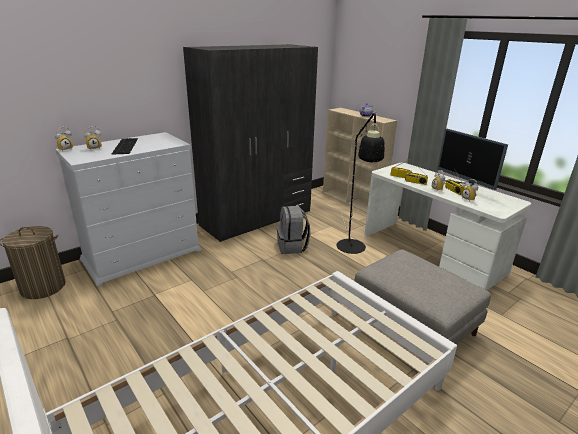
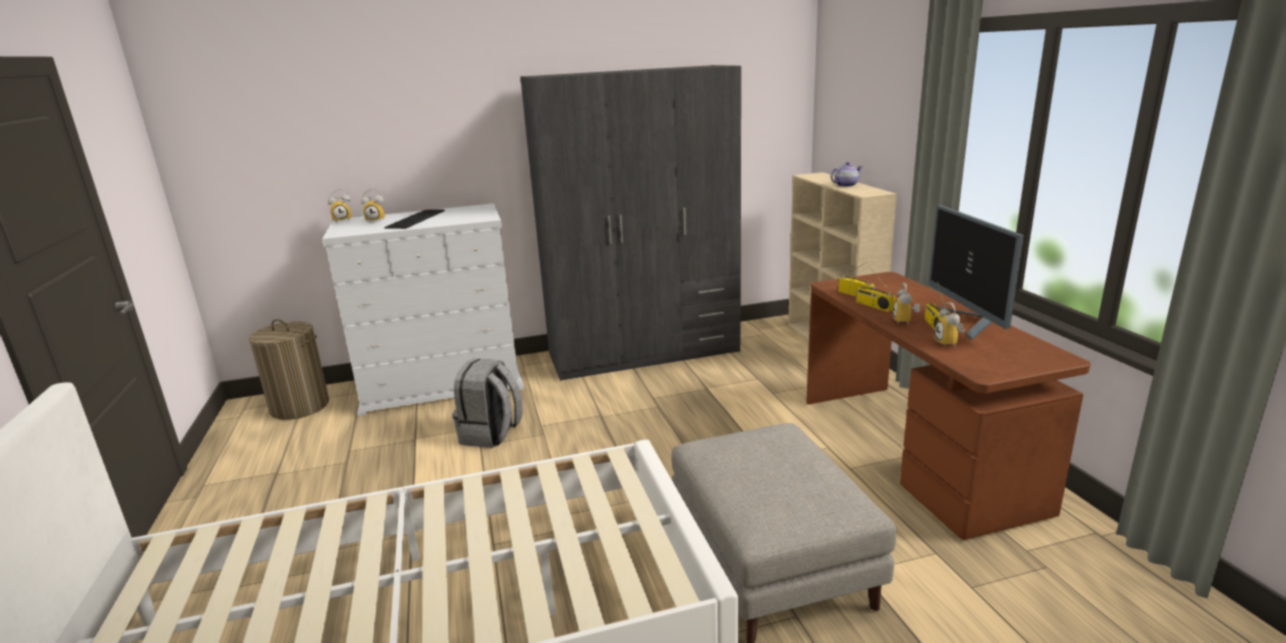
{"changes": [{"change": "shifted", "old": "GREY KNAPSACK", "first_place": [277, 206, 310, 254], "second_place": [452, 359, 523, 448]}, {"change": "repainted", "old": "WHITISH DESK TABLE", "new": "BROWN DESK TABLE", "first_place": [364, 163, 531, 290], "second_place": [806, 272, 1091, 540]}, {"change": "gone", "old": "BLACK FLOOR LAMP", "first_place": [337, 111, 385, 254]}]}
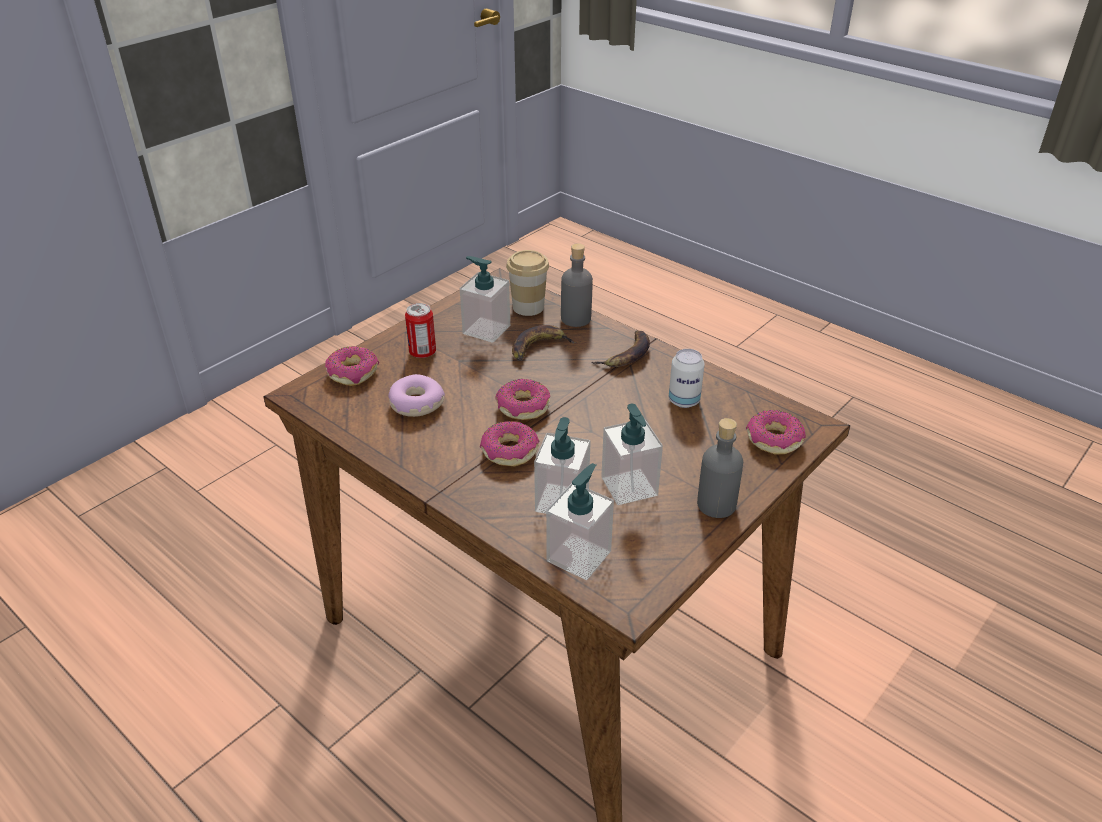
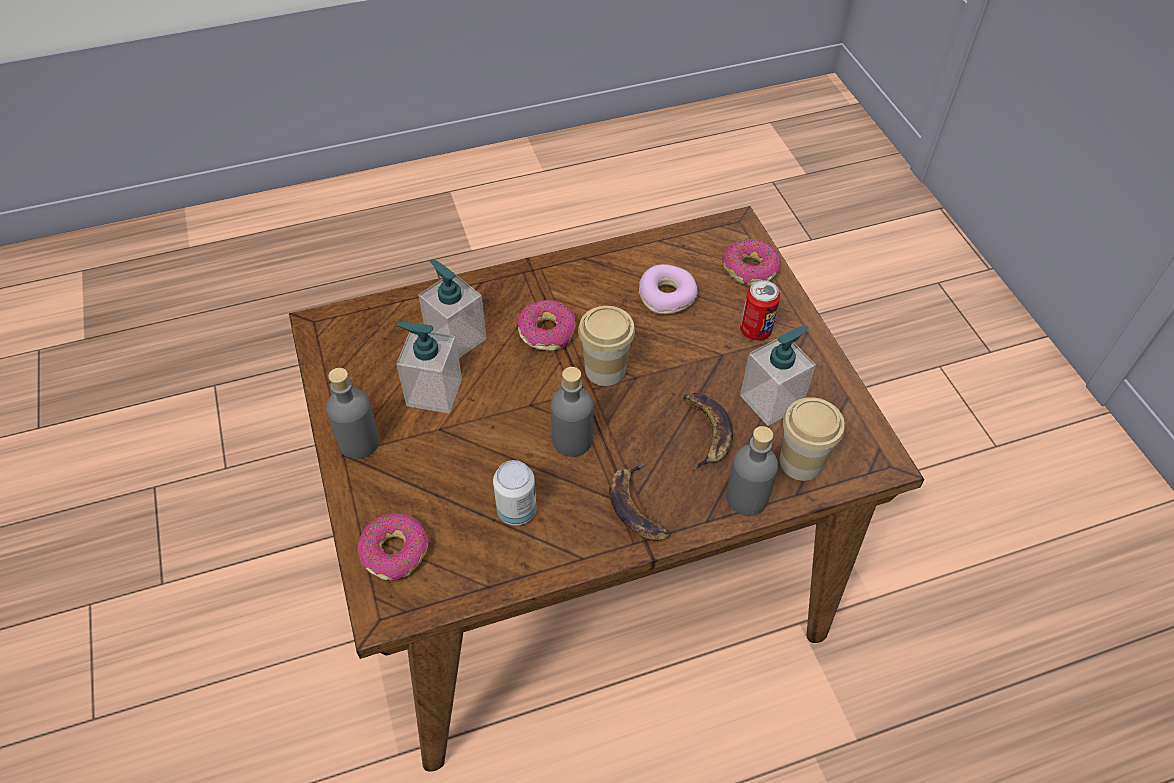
{"changes": [{"change": "new", "new": "GREY BOTTLE", "second_place": [551, 367, 594, 457]}, {"change": "swapped", "old": "DONUT", "new": "CUP", "first_place": [495, 379, 550, 420], "second_place": [578, 306, 635, 386]}, {"change": "gone", "old": "LIQUID SOAP BOTTLE", "first_place": [546, 463, 614, 580]}]}
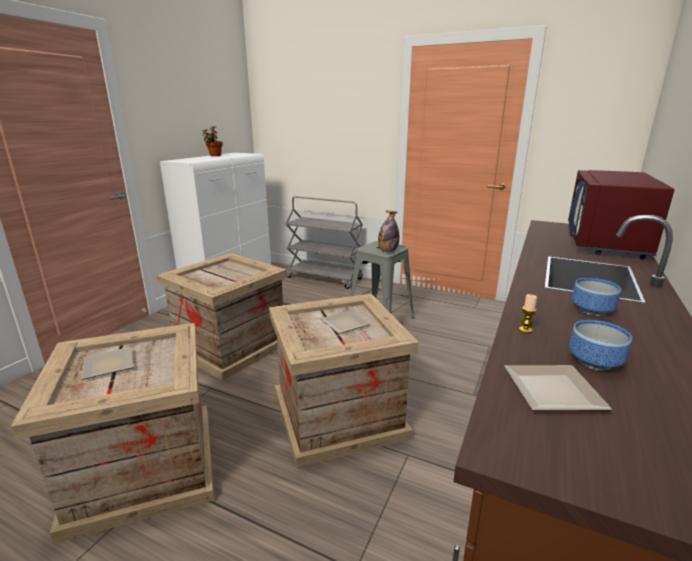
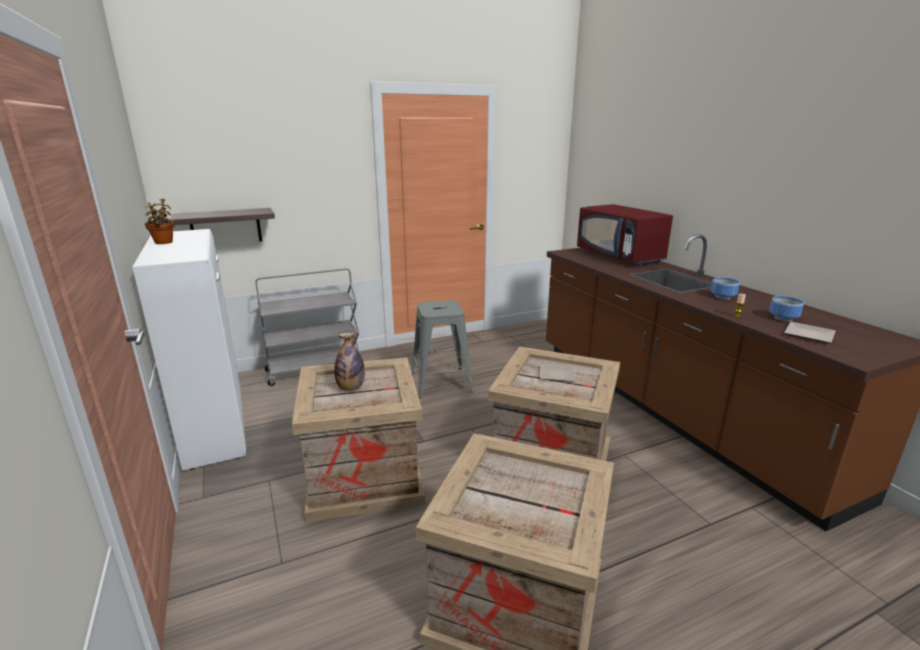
{"changes": [{"change": "new", "new": "SHELF", "second_place": [170, 208, 275, 242]}, {"change": "shifted", "old": "BOTTLE", "first_place": [378, 210, 399, 252], "second_place": [334, 333, 365, 391]}, {"change": "gone", "old": "DINNER PLATE", "first_place": [82, 347, 133, 379]}]}
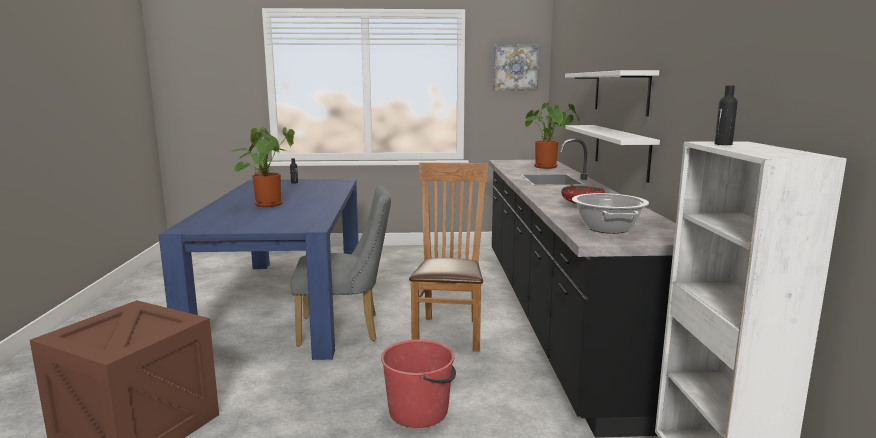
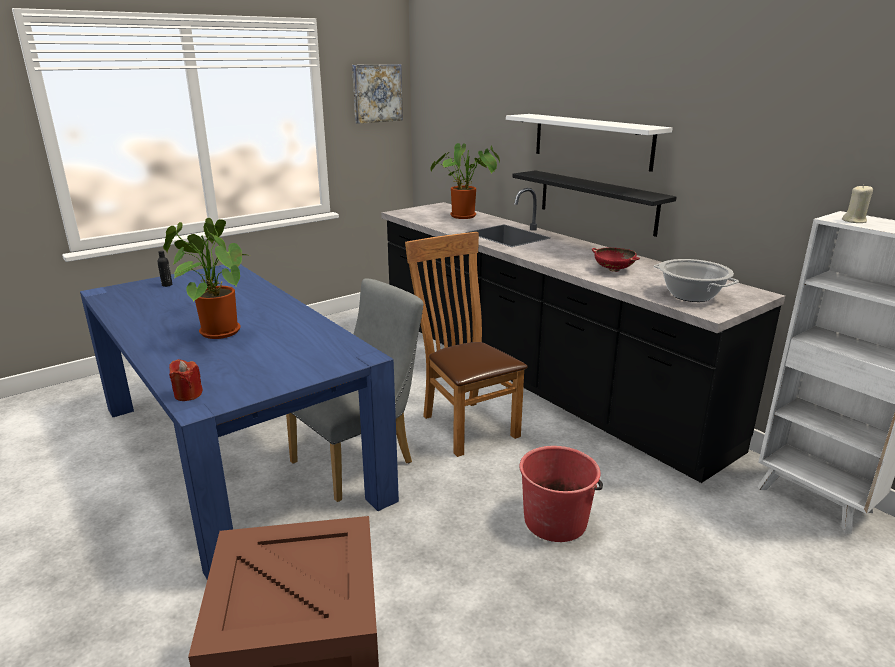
{"changes": [{"change": "new", "new": "RED-COLOURED WAX CANDLE", "second_place": [169, 359, 203, 401]}, {"change": "repainted", "old": "WHITISH SHELF", "new": "BLACK SHELF", "first_place": [565, 125, 660, 183], "second_place": [512, 170, 676, 237]}, {"change": "swapped", "old": "BLACK BOTTLE", "new": "BEIGE WAX CANDLE", "first_place": [714, 85, 738, 145], "second_place": [842, 185, 873, 223]}]}
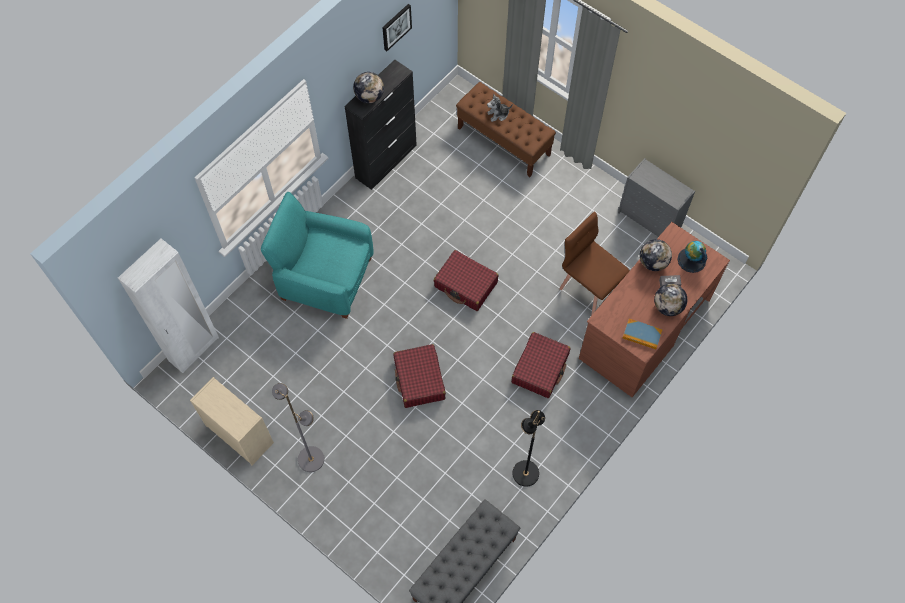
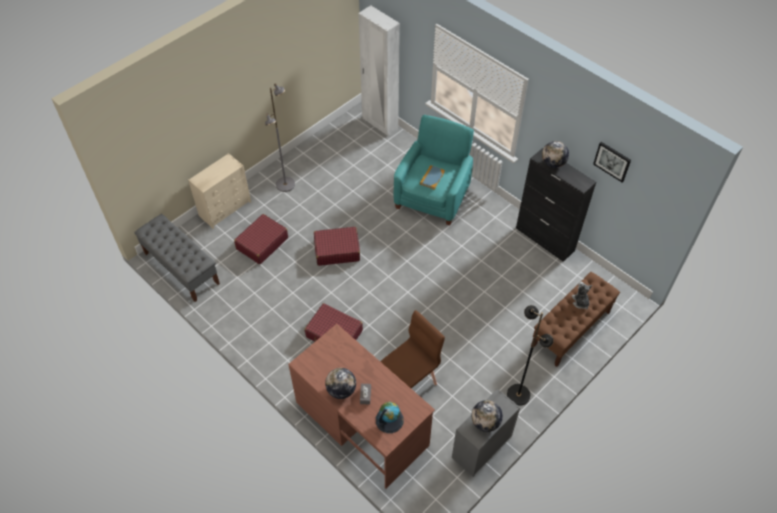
{"changes": [{"change": "shifted", "old": "BEIGE CHEST OF DRAWERS", "first_place": [190, 377, 274, 465], "second_place": [188, 153, 251, 229]}, {"change": "shifted", "old": "RED-COLOURED SUITCASE", "first_place": [434, 250, 498, 311], "second_place": [234, 214, 288, 264]}, {"change": "shifted", "old": "VOLUME", "first_place": [623, 319, 663, 349], "second_place": [420, 165, 445, 190]}, {"change": "shifted", "old": "GLOBE", "first_place": [640, 239, 672, 271], "second_place": [471, 400, 503, 432]}, {"change": "shifted", "old": "BLACK FLOOR LAMP", "first_place": [512, 410, 545, 487], "second_place": [507, 305, 554, 406]}]}
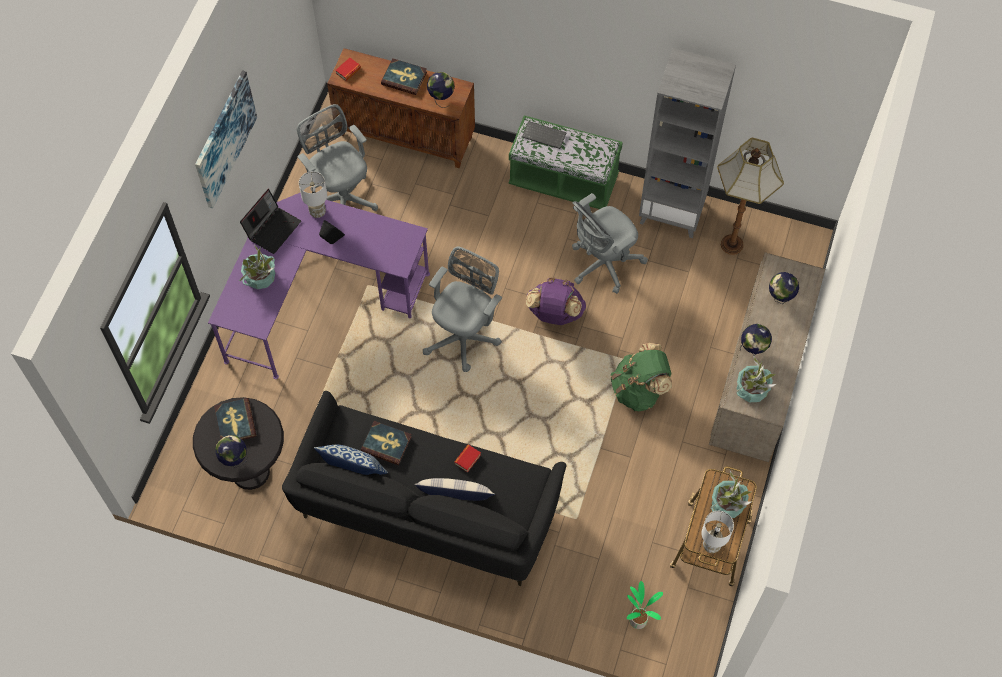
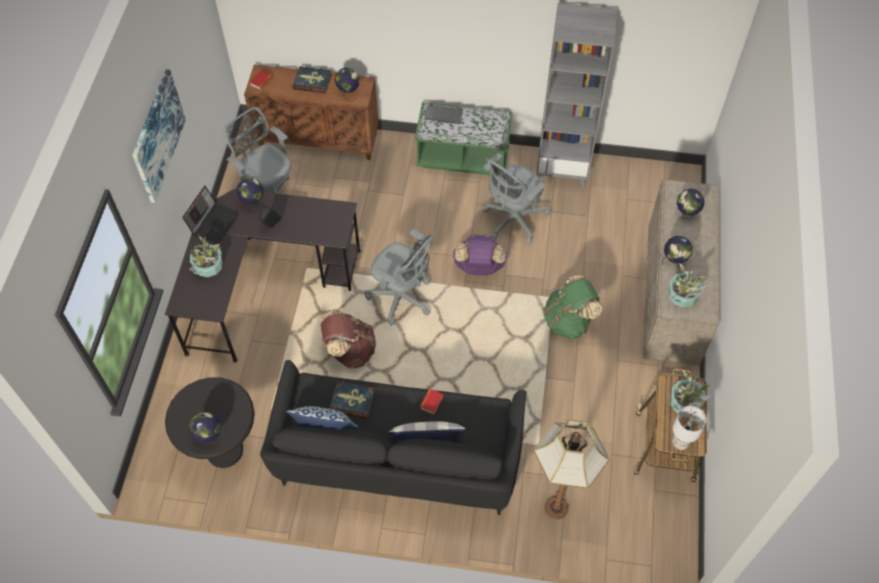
{"changes": [{"change": "repainted", "old": "PURPLISH DESK TABLE", "new": "BLACK DESK TABLE", "first_place": [208, 193, 430, 379], "second_place": [165, 189, 361, 363]}, {"change": "swapped", "old": "WHITISH TABLETOP LAMP", "new": "GLOBE", "first_place": [299, 171, 327, 218], "second_place": [237, 178, 265, 209]}, {"change": "new", "new": "BROWN KNAPSACK", "second_place": [321, 309, 376, 368]}, {"change": "rotated", "old": "GREY COMPUTER CHAIR", "first_place": [423, 246, 502, 372], "second_place": [364, 229, 435, 326], "degrees": 105}, {"change": "shifted", "old": "FLOOR LAMP", "first_place": [717, 137, 784, 255], "second_place": [534, 419, 609, 520]}, {"change": "gone", "old": "VOLUME", "first_place": [214, 398, 256, 440]}, {"change": "gone", "old": "HOUSEPLANT", "first_place": [626, 581, 663, 629]}]}
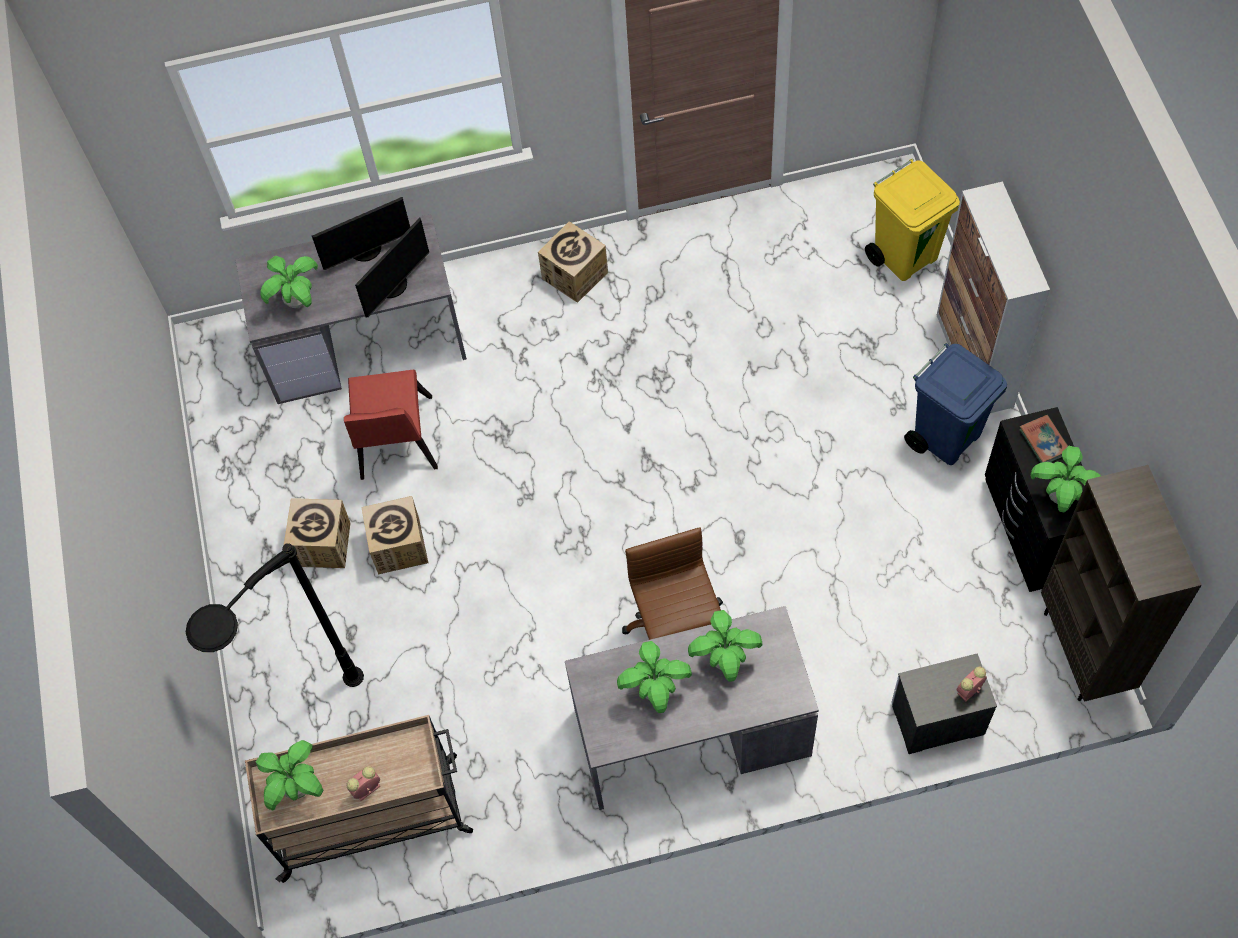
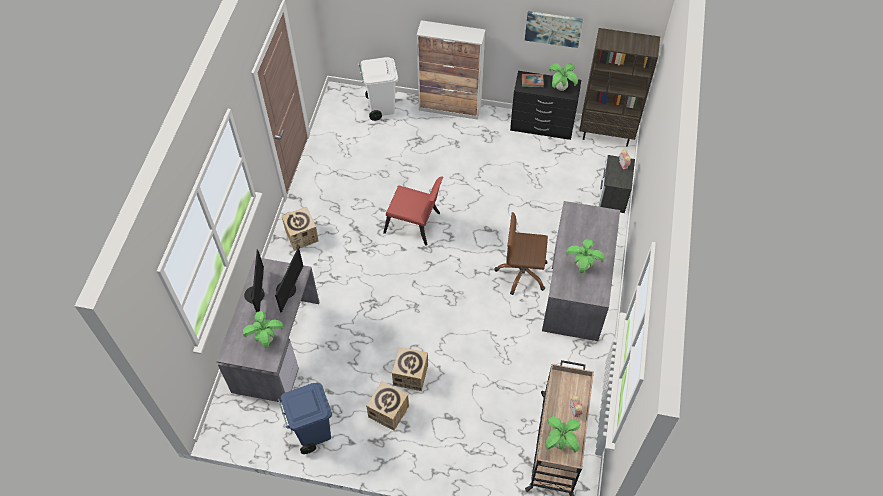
{"changes": [{"change": "rotated", "old": "COMPUTER SCREEN", "first_place": [355, 218, 429, 317], "second_place": [275, 248, 303, 313], "degrees": 45}, {"change": "shifted", "old": "BLUISH TRASH CAN", "first_place": [904, 343, 1007, 465], "second_place": [278, 383, 332, 454]}, {"change": "repainted", "old": "YELLOW TRASH CAN", "new": "WHITISH TRASH CAN", "first_place": [865, 159, 960, 281], "second_place": [359, 57, 398, 121]}, {"change": "shifted", "old": "RED-COLOURED CHAIR", "first_place": [344, 370, 438, 480], "second_place": [383, 176, 443, 246]}, {"change": "new", "new": "PICTURE", "second_place": [525, 11, 583, 48]}, {"change": "gone", "old": "BLACK FLOOR LAMP", "first_place": [186, 543, 364, 687]}, {"change": "gone", "old": "HOUSEPLANT", "first_place": [688, 610, 762, 682]}]}
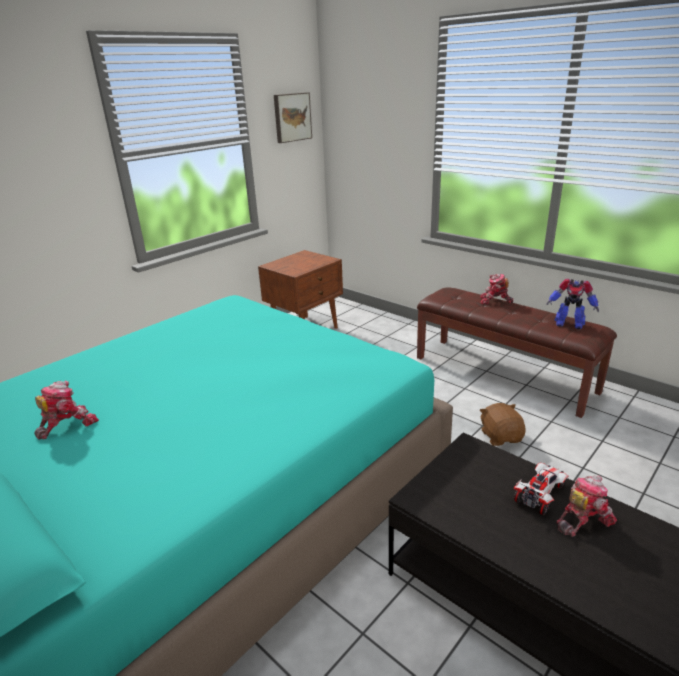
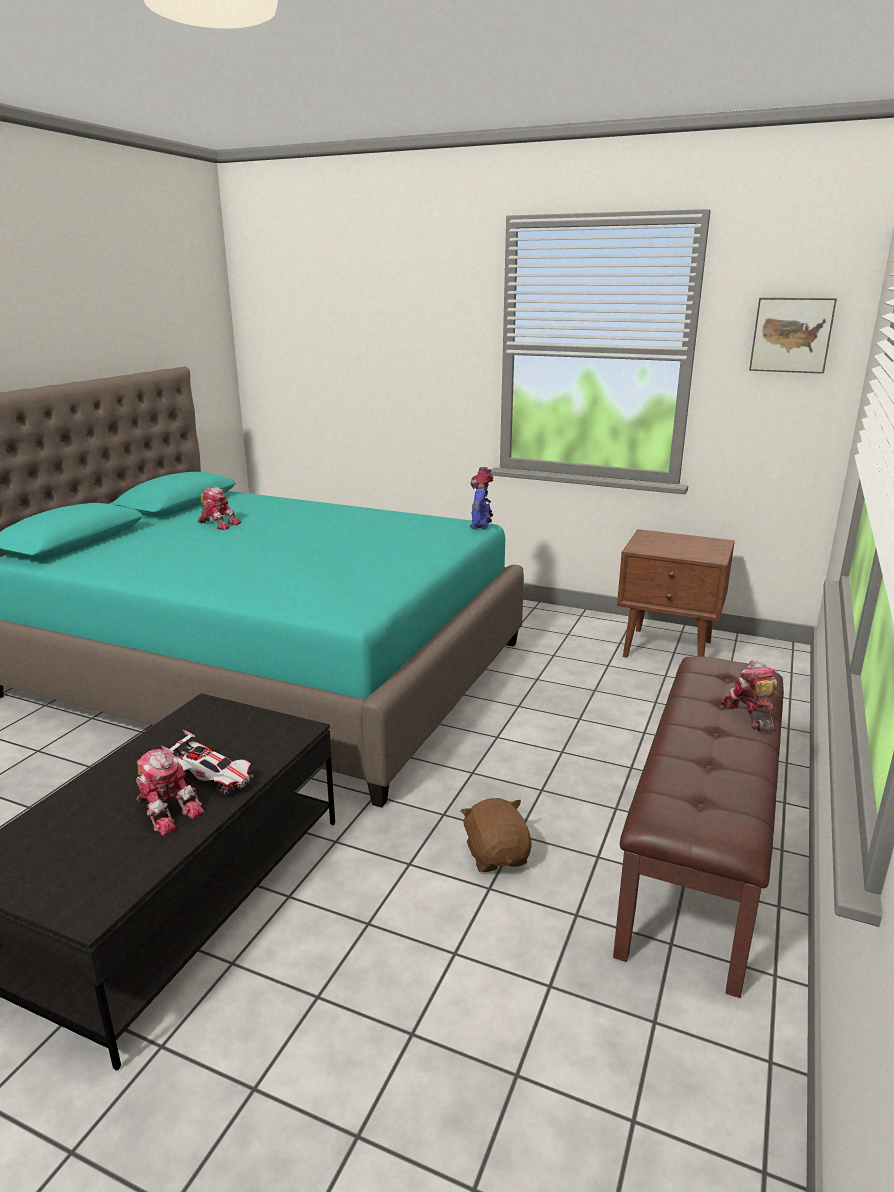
{"changes": [{"change": "rotated", "old": "BROWN PLUSH TOY", "first_place": [480, 403, 526, 446], "second_place": [461, 798, 531, 872], "degrees": -75}, {"change": "shifted", "old": "ROBOT FIGURE", "first_place": [546, 279, 599, 329], "second_place": [470, 467, 494, 529]}]}
